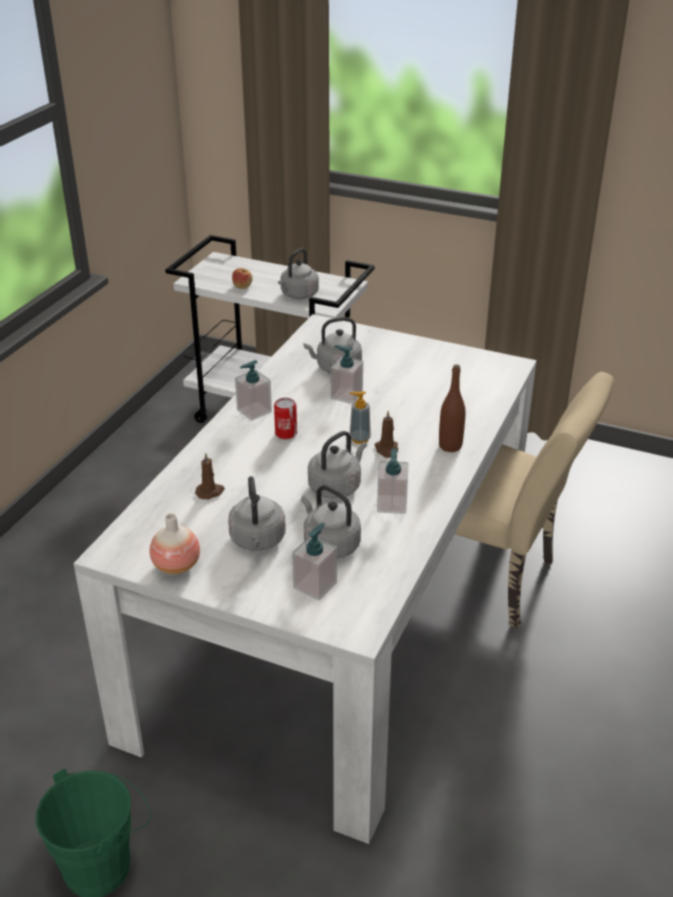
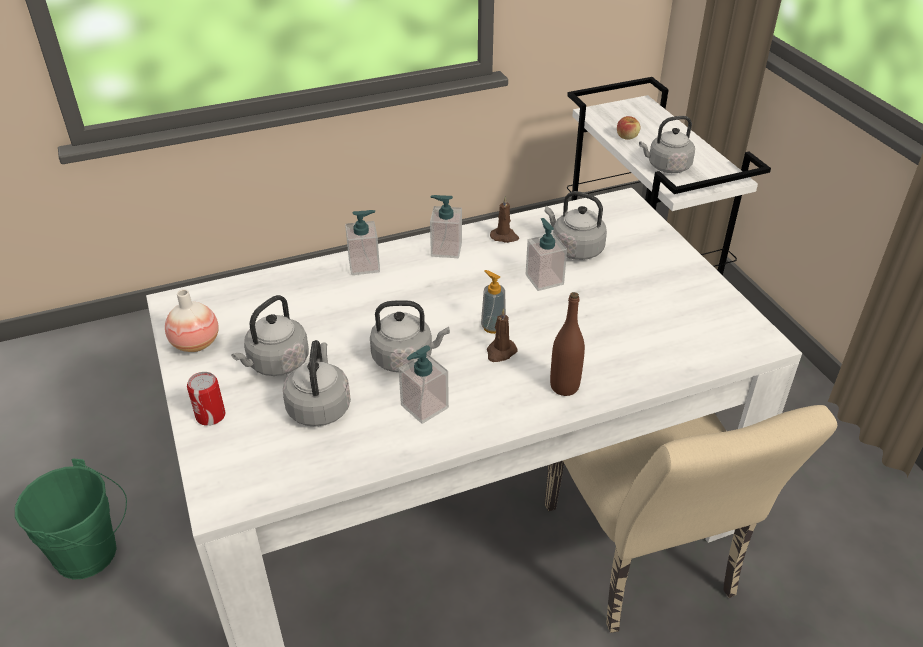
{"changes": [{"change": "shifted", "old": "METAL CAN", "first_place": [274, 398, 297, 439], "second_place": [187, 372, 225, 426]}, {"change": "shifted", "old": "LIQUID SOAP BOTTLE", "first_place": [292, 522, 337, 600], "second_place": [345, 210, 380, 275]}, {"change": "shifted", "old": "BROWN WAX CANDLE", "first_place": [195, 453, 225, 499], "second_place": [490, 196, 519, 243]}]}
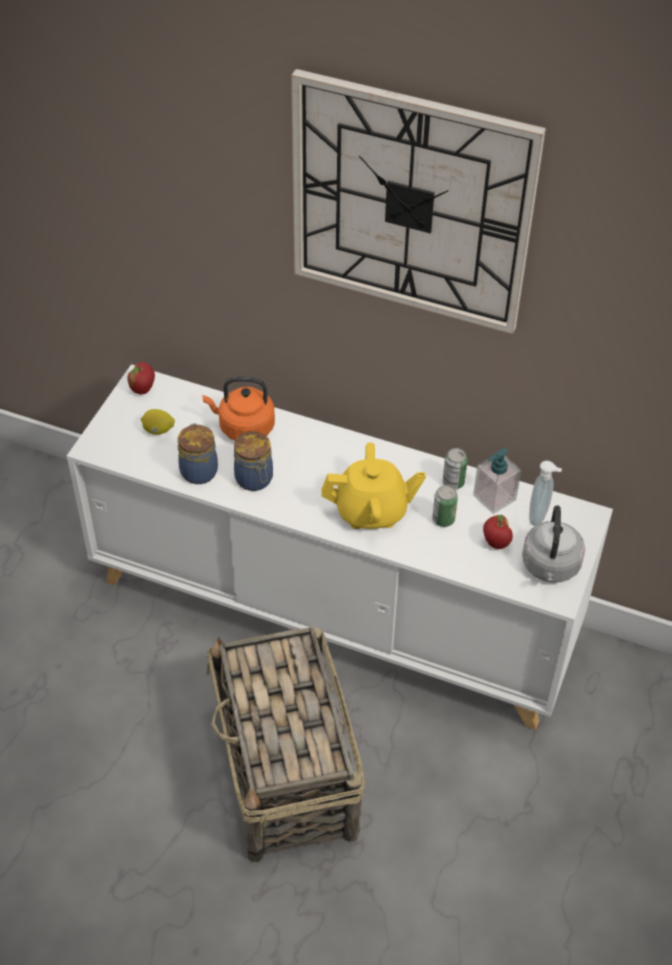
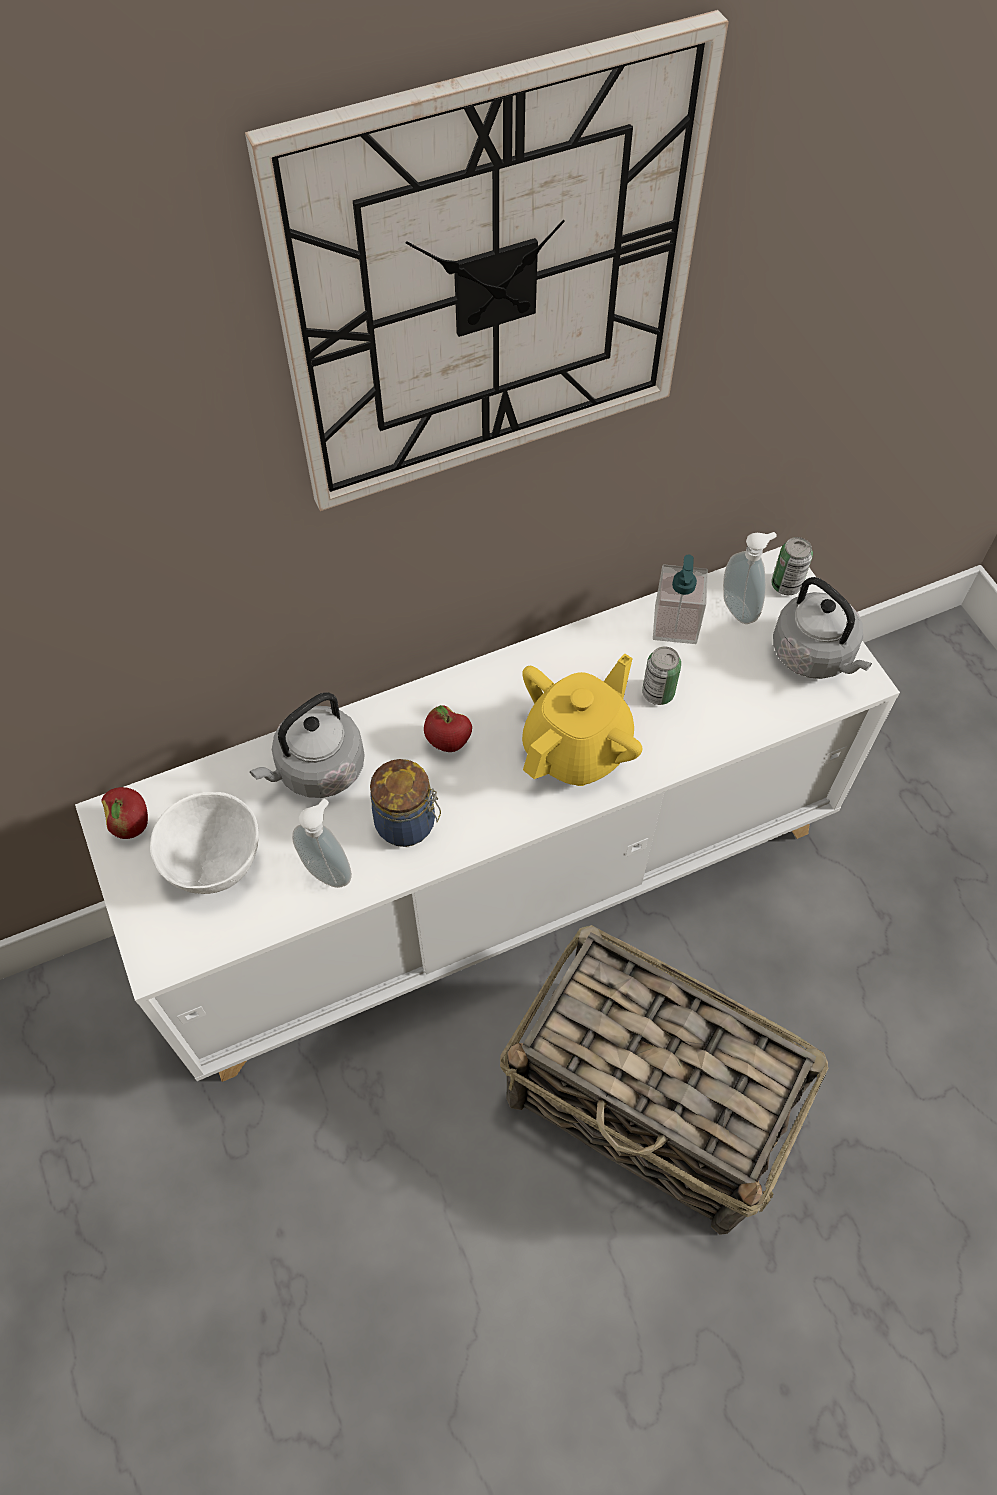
{"changes": [{"change": "swapped", "old": "CITRUS FRUIT", "new": "WHITISH BOWL", "first_place": [141, 409, 175, 435], "second_place": [150, 792, 259, 894]}, {"change": "repainted", "old": "ORANGE KETTLE", "new": "GREY KETTLE", "first_place": [203, 377, 275, 441], "second_place": [250, 692, 365, 798]}, {"change": "swapped", "old": "STORAGE JAR", "new": "LIQUID SOAP BOTTLE", "first_place": [178, 423, 218, 484], "second_place": [292, 799, 352, 888]}, {"change": "shifted", "old": "APPLE FRUIT", "first_place": [483, 515, 513, 549], "second_place": [424, 705, 472, 752]}, {"change": "shifted", "old": "METAL CAN", "first_place": [443, 448, 468, 489], "second_place": [771, 537, 813, 595]}]}
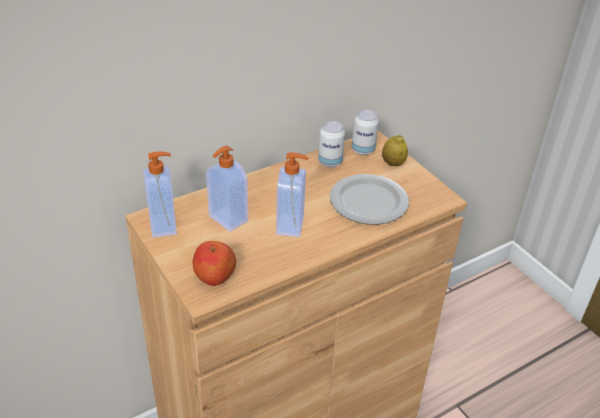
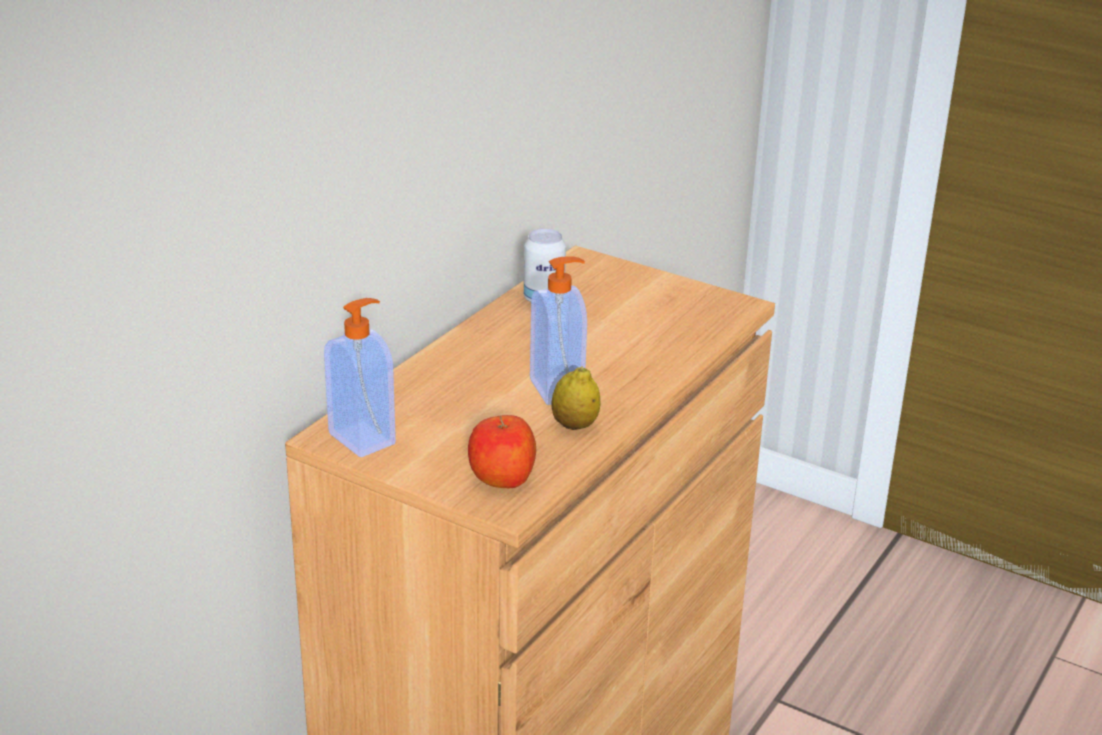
{"changes": [{"change": "shifted", "old": "CITRUS FRUIT", "first_place": [382, 135, 408, 166], "second_place": [551, 366, 600, 430]}, {"change": "gone", "old": "LIQUID SOAP BOTTLE", "first_place": [206, 146, 248, 231]}, {"change": "gone", "old": "DINNER PLATE", "first_place": [330, 174, 409, 225]}, {"change": "gone", "old": "METAL CAN", "first_place": [352, 110, 379, 155]}]}
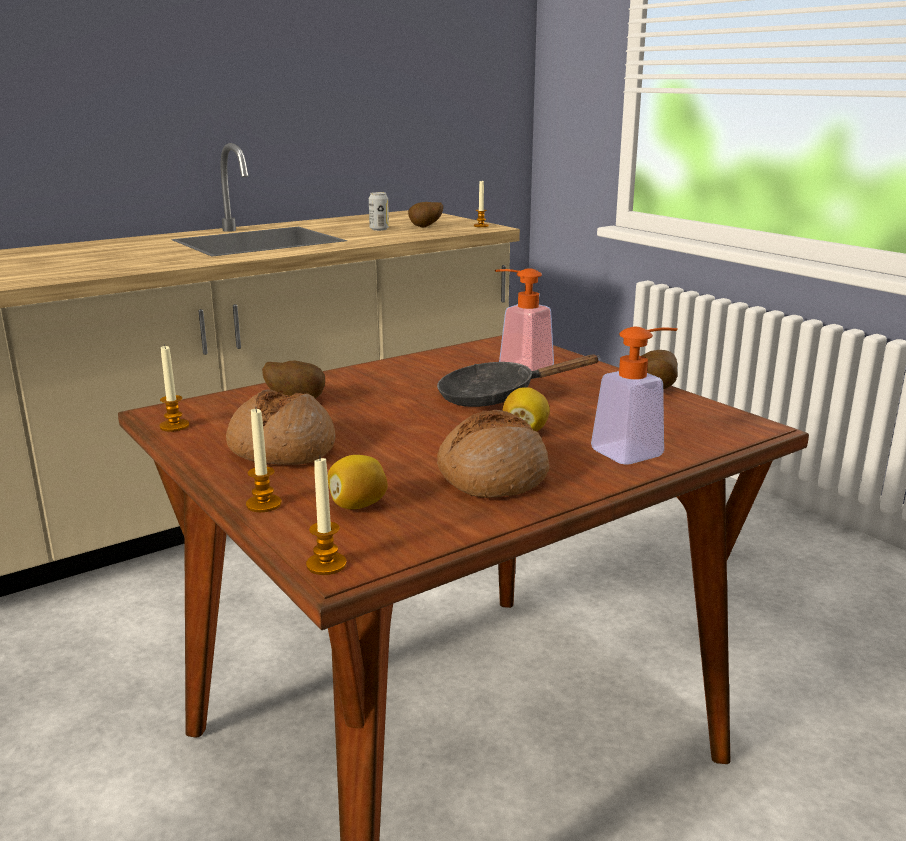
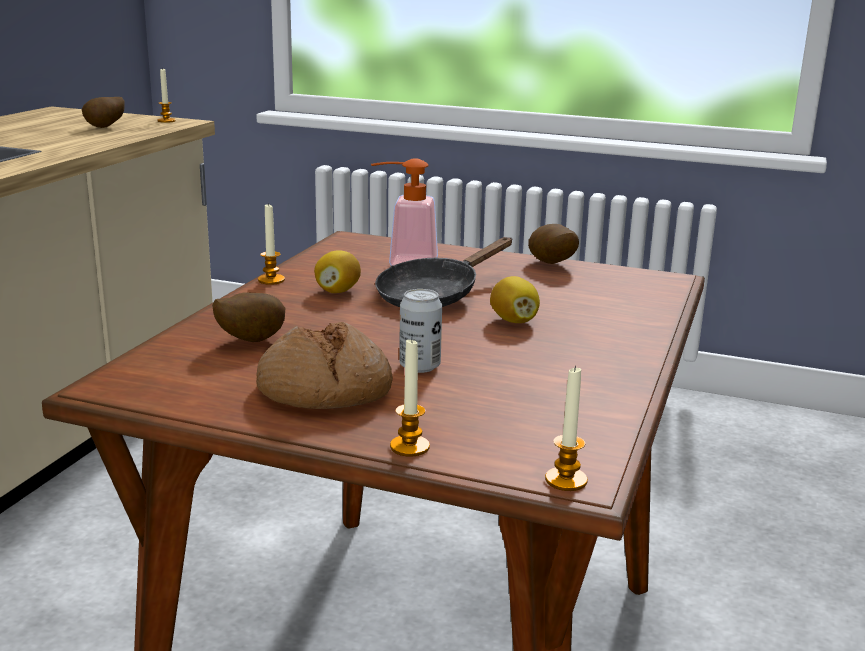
{"changes": [{"change": "shifted", "old": "WAX CANDLE", "first_place": [159, 344, 189, 432], "second_place": [258, 203, 285, 285]}, {"change": "shifted", "old": "CITRUS FRUIT", "first_place": [328, 455, 388, 509], "second_place": [314, 250, 361, 293]}, {"change": "shifted", "old": "METAL CAN", "first_place": [369, 192, 389, 231], "second_place": [399, 289, 442, 373]}, {"change": "gone", "old": "BAKERY BREAD", "first_place": [437, 410, 550, 498]}, {"change": "gone", "old": "LIQUID SOAP BOTTLE", "first_place": [591, 327, 678, 465]}]}
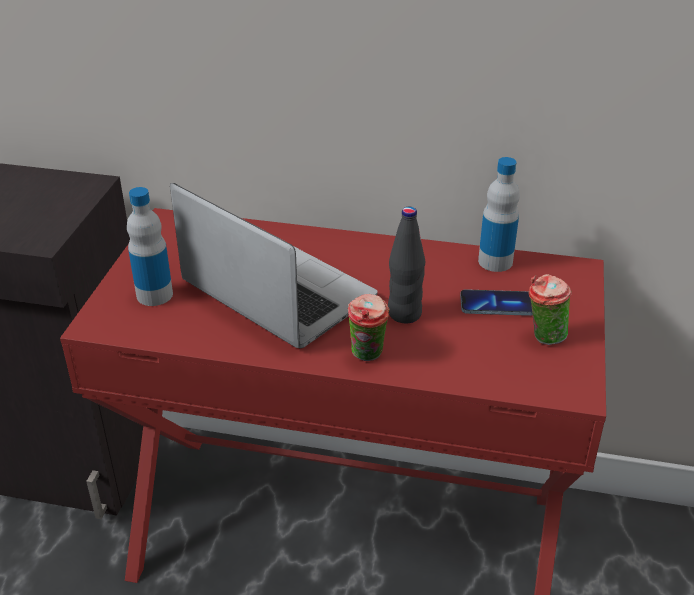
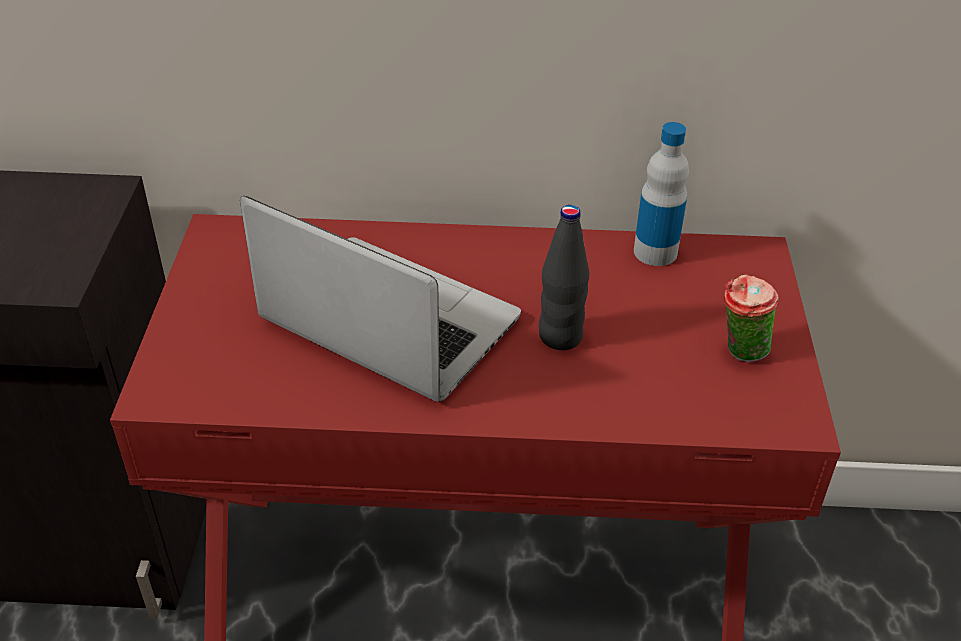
{"changes": [{"change": "gone", "old": "BOTTLE", "first_place": [127, 187, 173, 306]}, {"change": "gone", "old": "CUP", "first_place": [348, 294, 389, 361]}, {"change": "gone", "old": "HANDSET", "first_place": [460, 289, 533, 316]}]}
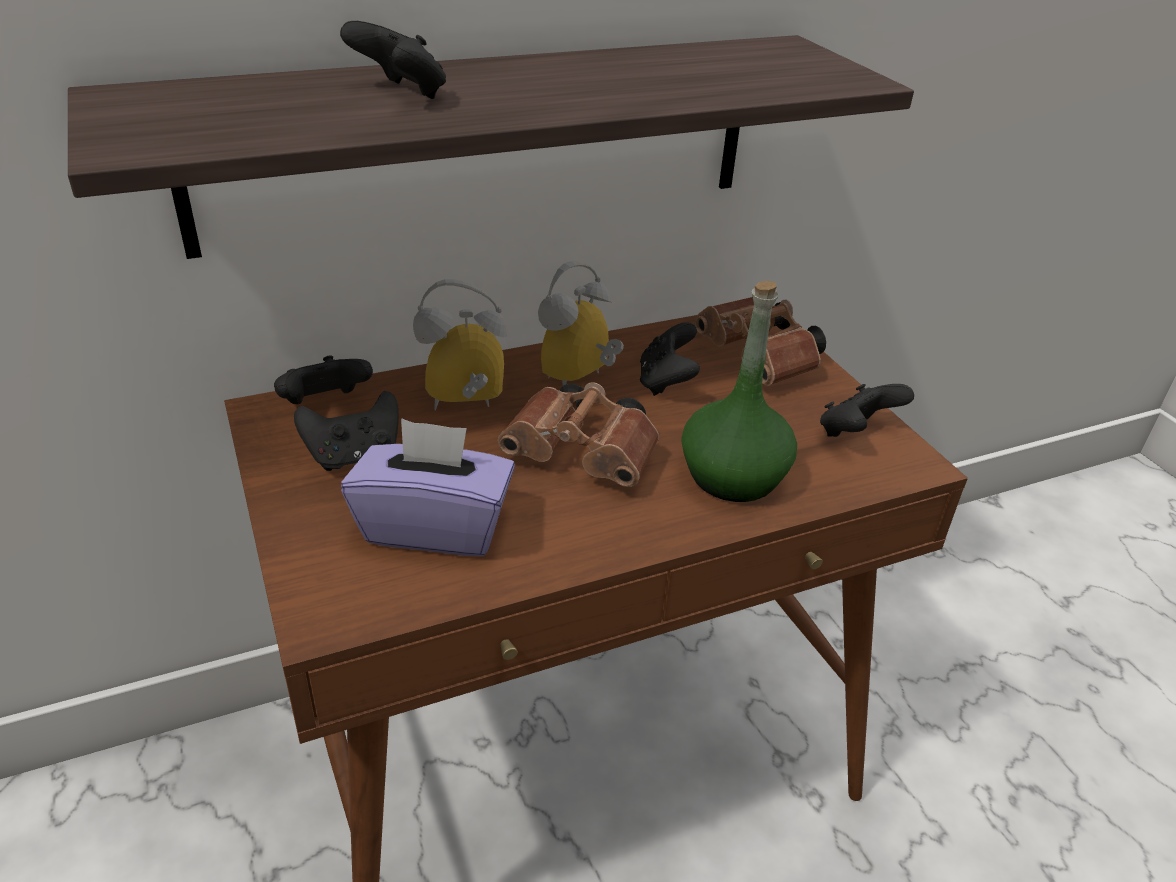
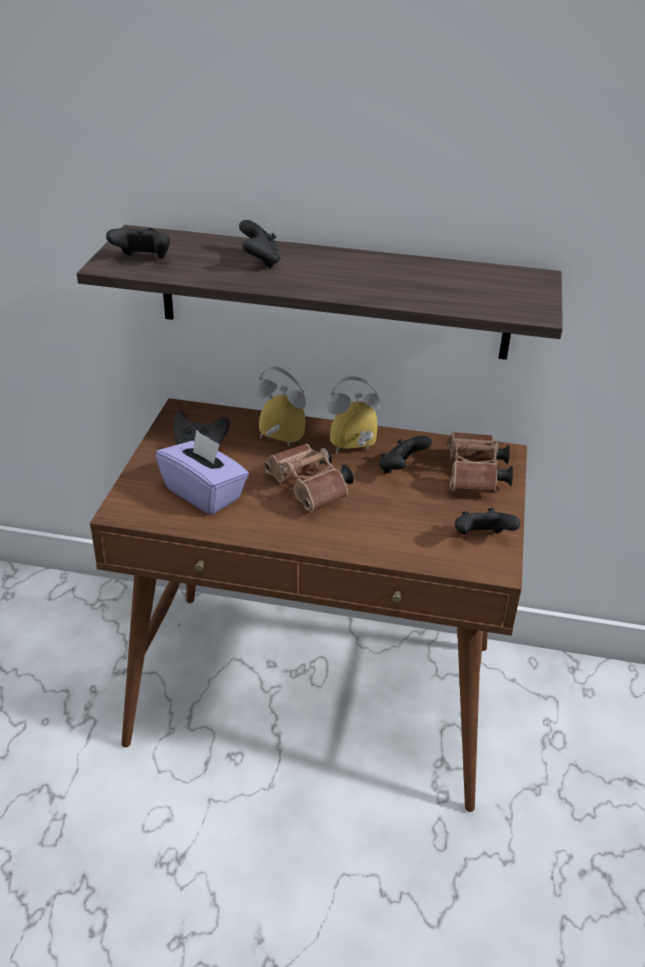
{"changes": [{"change": "shifted", "old": "BLACK GAME CONTROLLER", "first_place": [274, 355, 373, 404], "second_place": [106, 228, 170, 258]}, {"change": "gone", "old": "GREENISH BOTTLE", "first_place": [681, 281, 797, 502]}]}
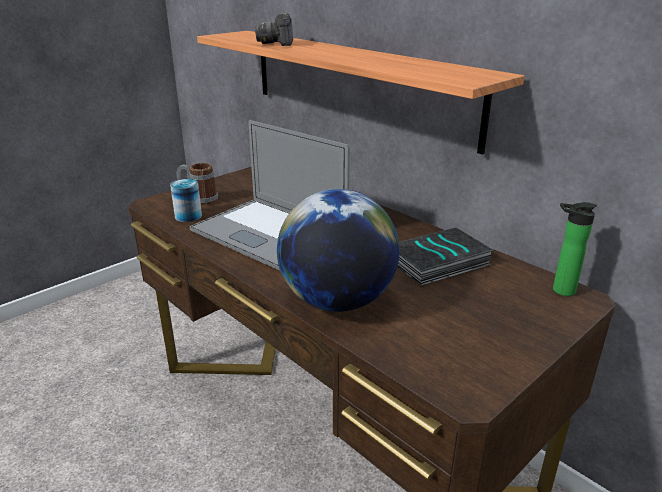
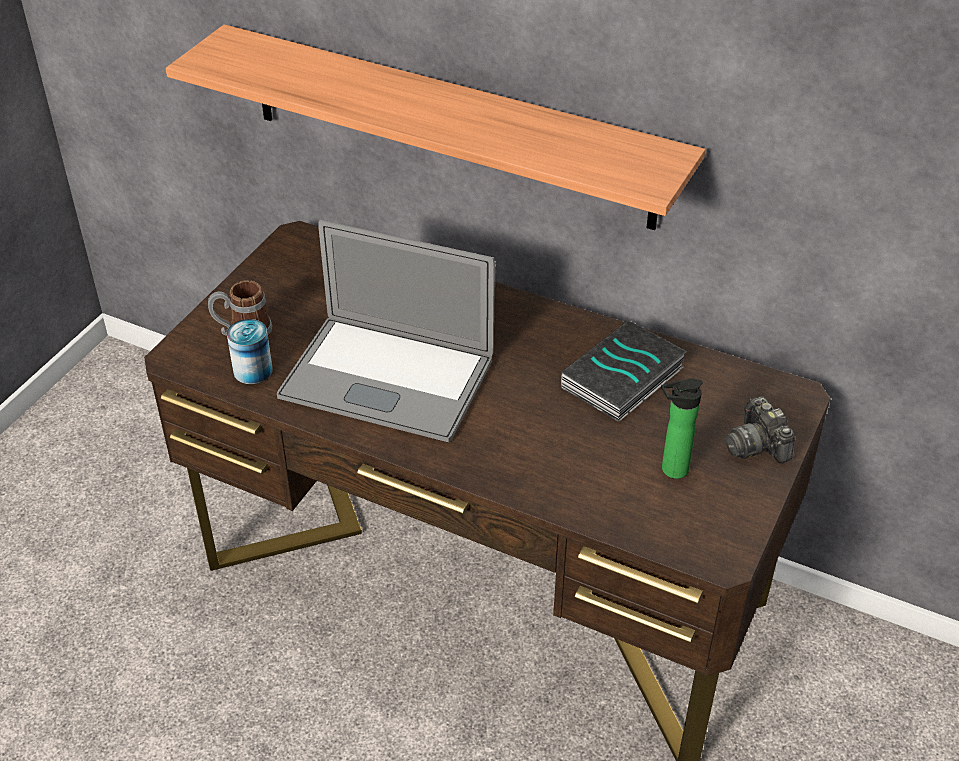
{"changes": [{"change": "shifted", "old": "BOTTLE", "first_place": [553, 202, 597, 296], "second_place": [661, 378, 703, 479]}, {"change": "shifted", "old": "PHOTO CAMERA", "first_place": [255, 13, 293, 46], "second_place": [726, 396, 794, 463]}, {"change": "gone", "old": "GLOBE", "first_place": [277, 189, 400, 312]}]}
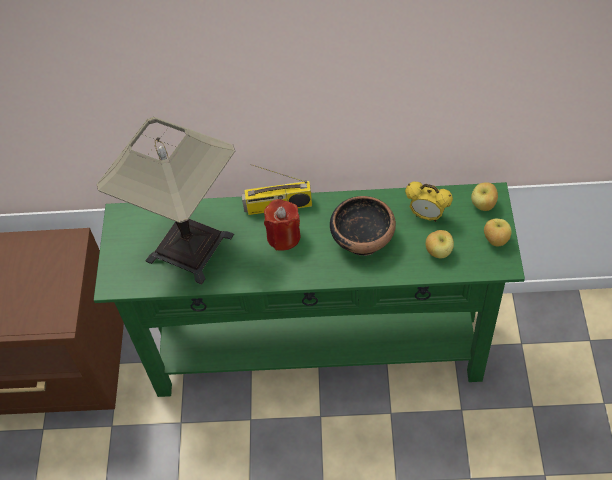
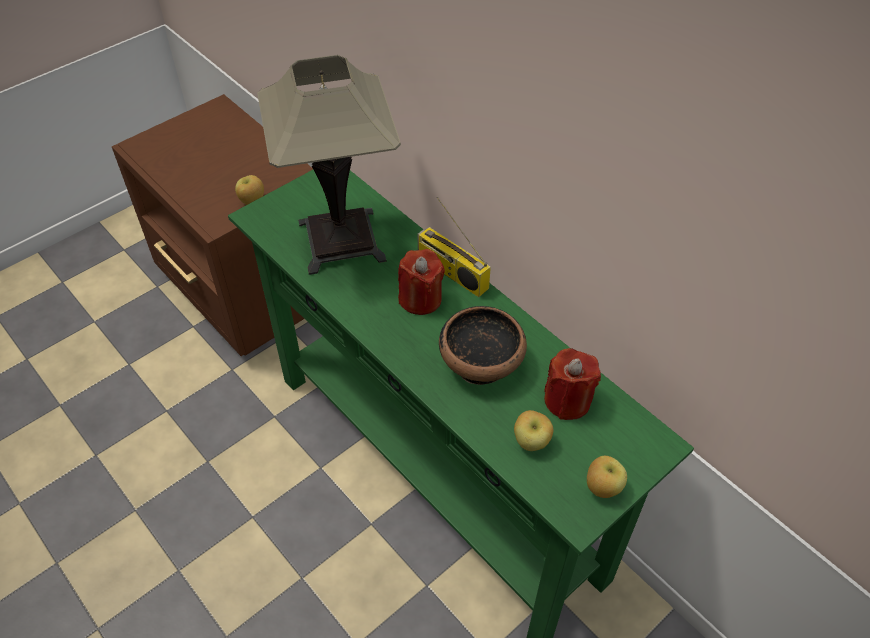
{"changes": [{"change": "shifted", "old": "APPLE FRUIT", "first_place": [471, 182, 498, 211], "second_place": [235, 175, 264, 205]}, {"change": "swapped", "old": "ALARM CLOCK", "new": "RED-COLOURED WAX CANDLE", "first_place": [405, 182, 453, 222], "second_place": [544, 348, 601, 420]}]}
